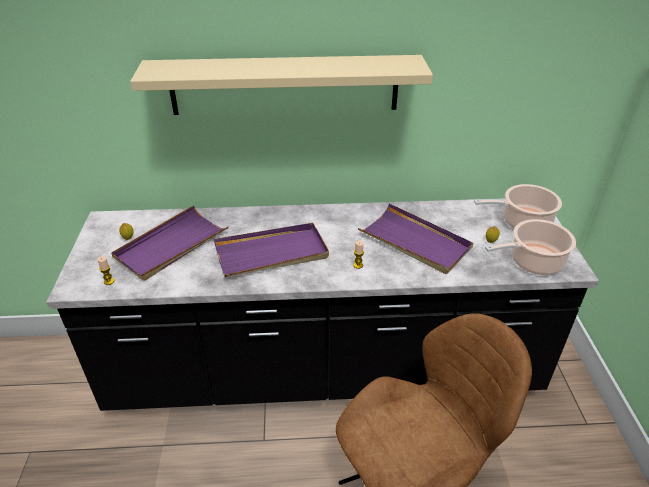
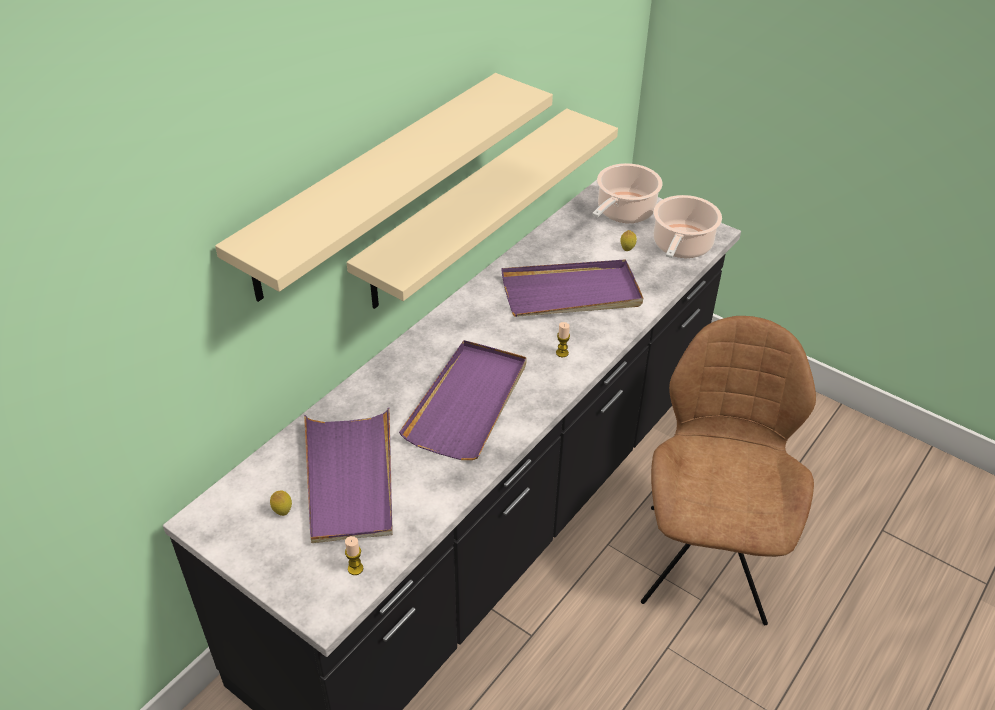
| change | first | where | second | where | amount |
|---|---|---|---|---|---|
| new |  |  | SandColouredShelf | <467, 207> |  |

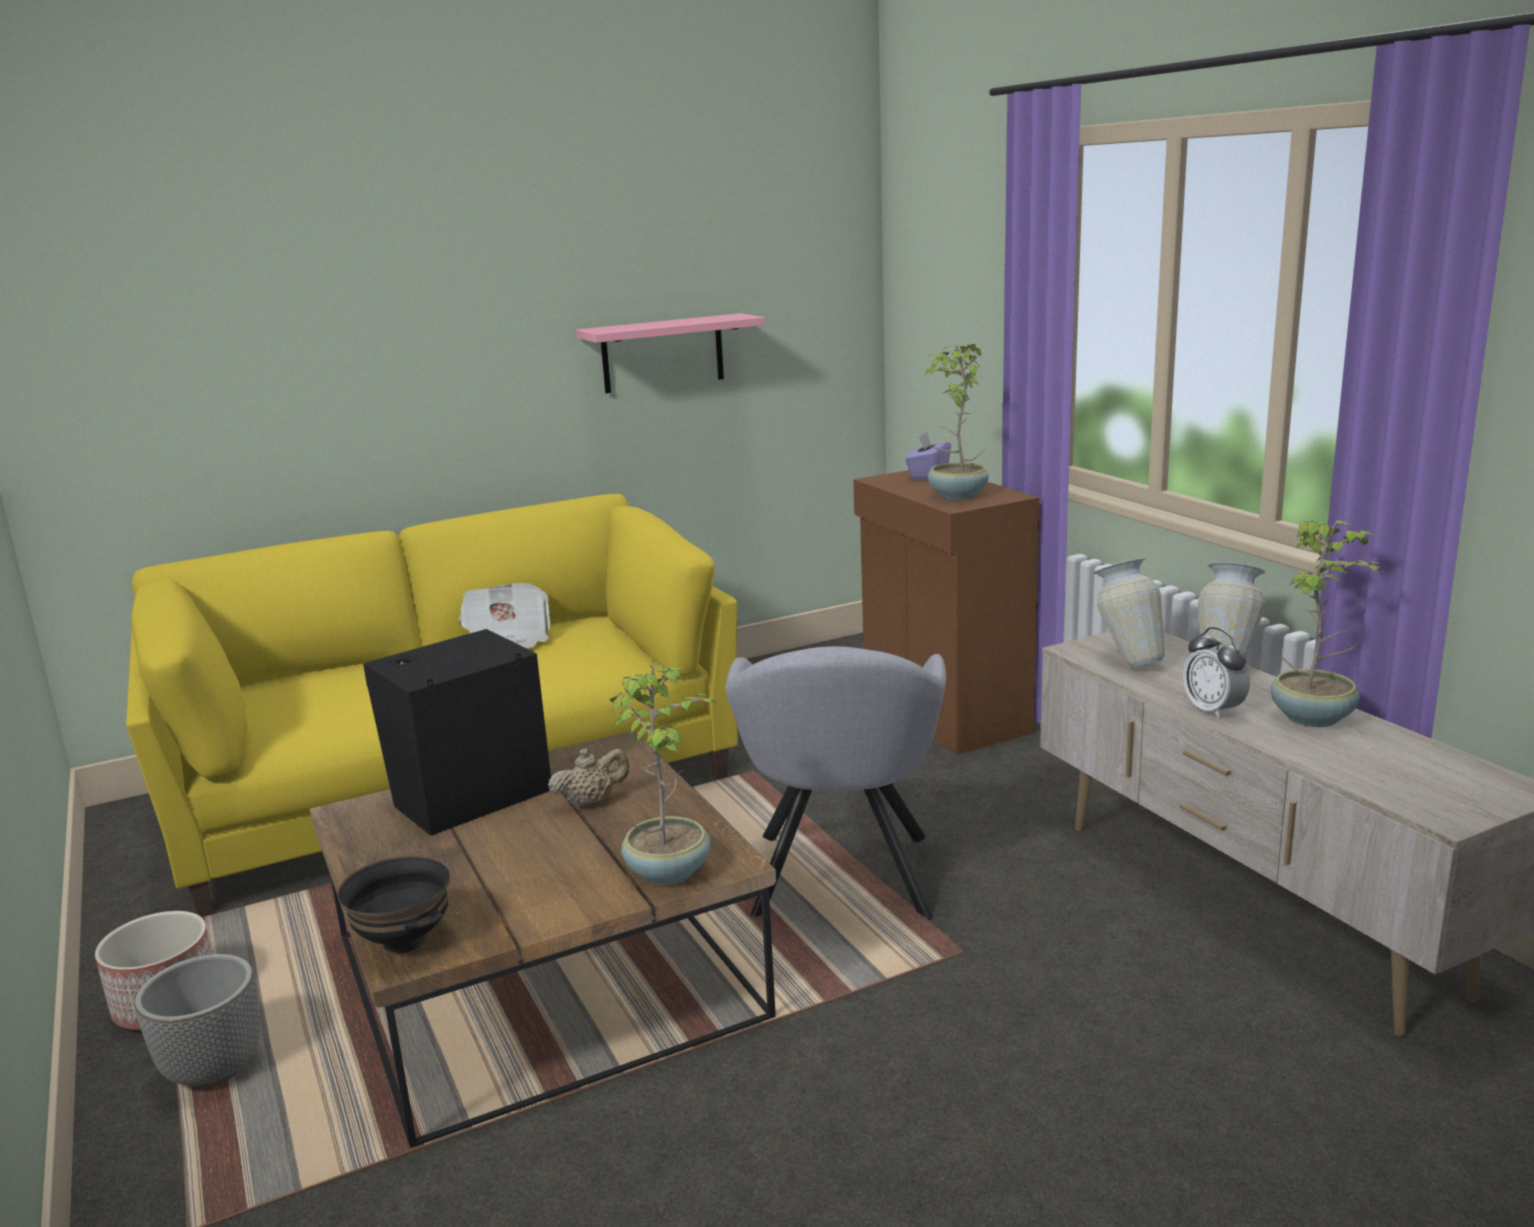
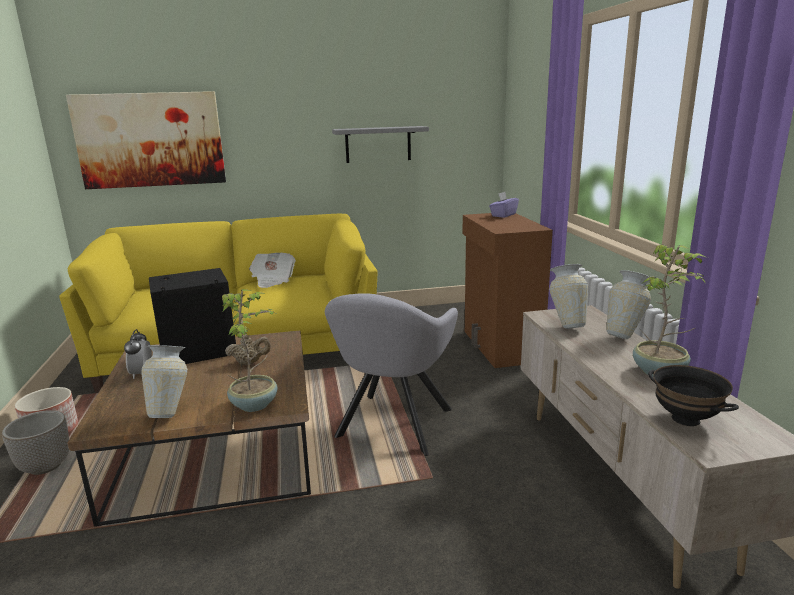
| change | first | where | second | where | amount |
|---|---|---|---|---|---|
| gone | PlantInAPot | <956, 496> |  |  |  |
| new |  |  | WallArt | <150, 140> |  |
| new |  |  | FlowerVase | <172, 411> |  |
| shifted | BlackishServingBowl | <402, 942> |  | <685, 419> |  |
| shifted | BedsideClock | <1213, 710> |  | <142, 374> |  |
| repainted | PinkishShelf | <662, 353> | GreyShelf | <378, 144> |  |

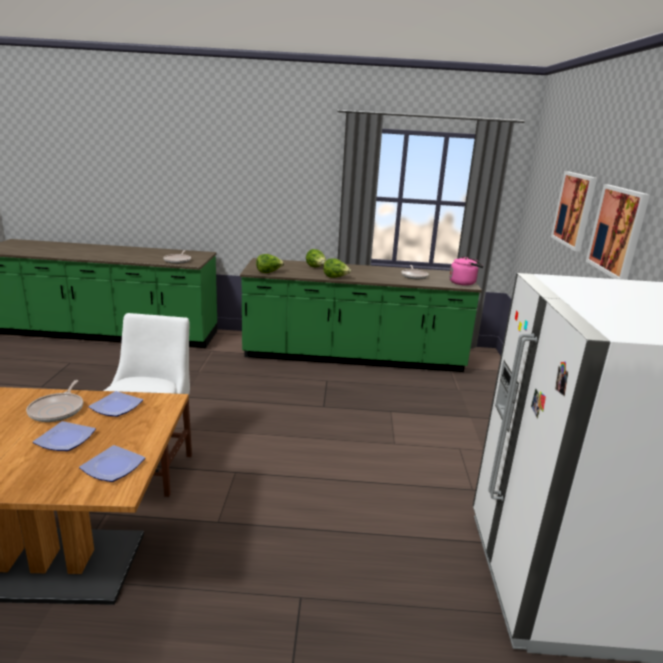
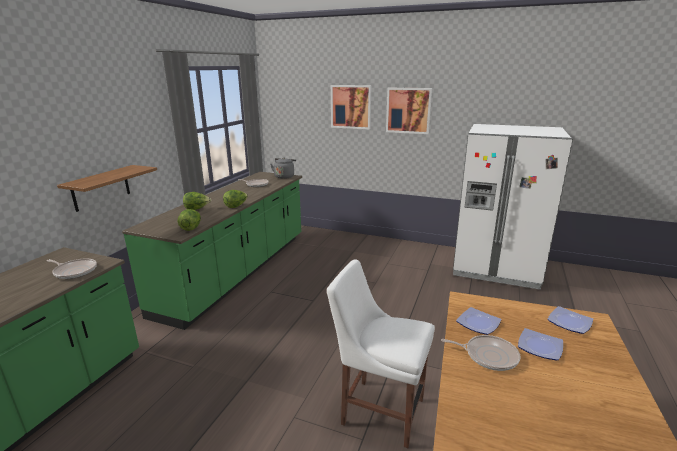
| change | first | where | second | where | amount |
|---|---|---|---|---|---|
| new |  |  | Shelf | <101, 188> |  |
| repainted | PinkishKettle | <464, 283> | GreyKettle | <284, 176> |  |

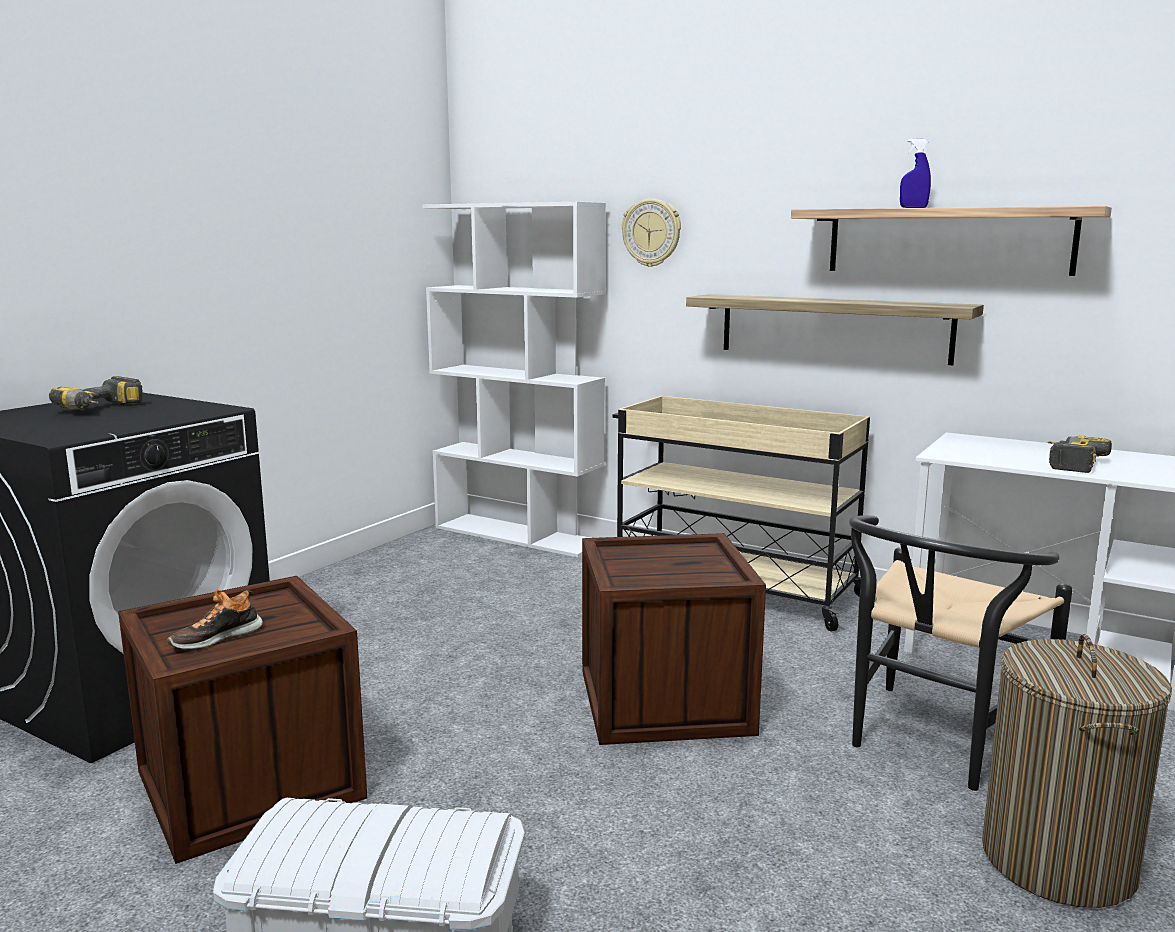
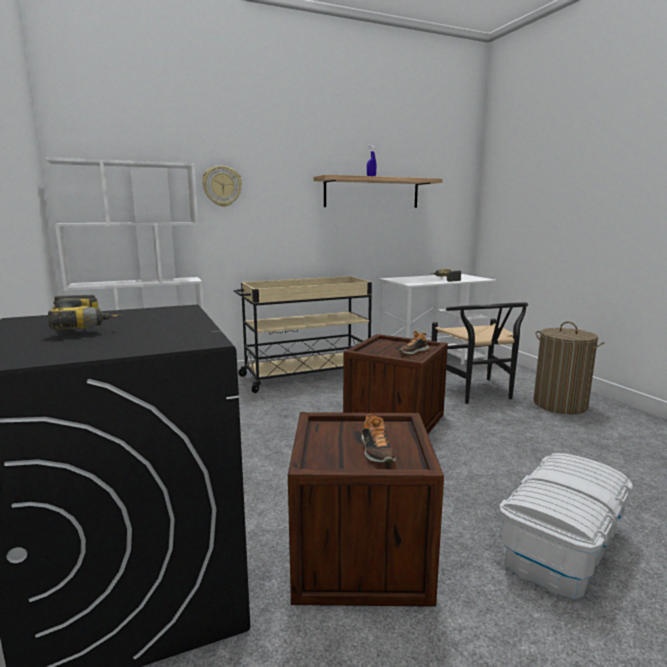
| change | first | where | second | where | amount |
|---|---|---|---|---|---|
| gone | Shelf | <833, 328> |  |  |  |
| new |  |  | LowShoe | <413, 351> |  |

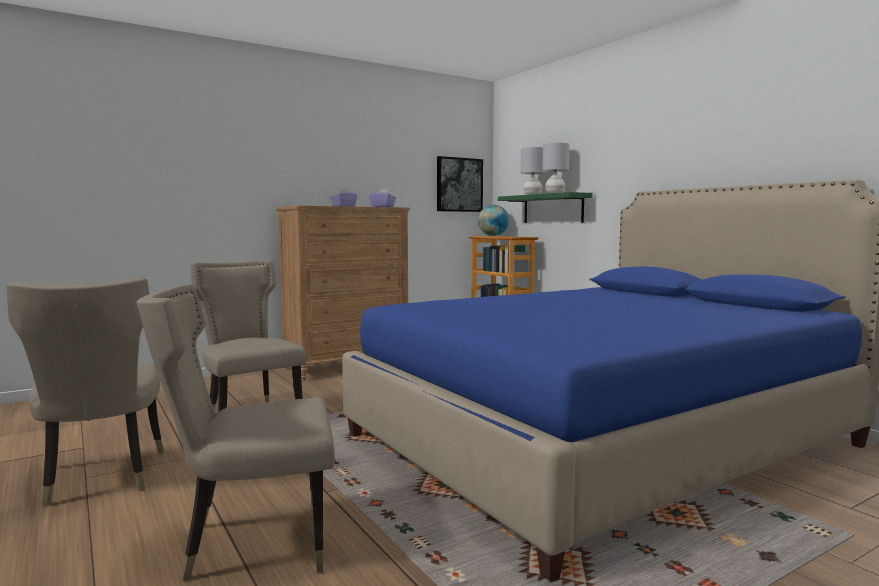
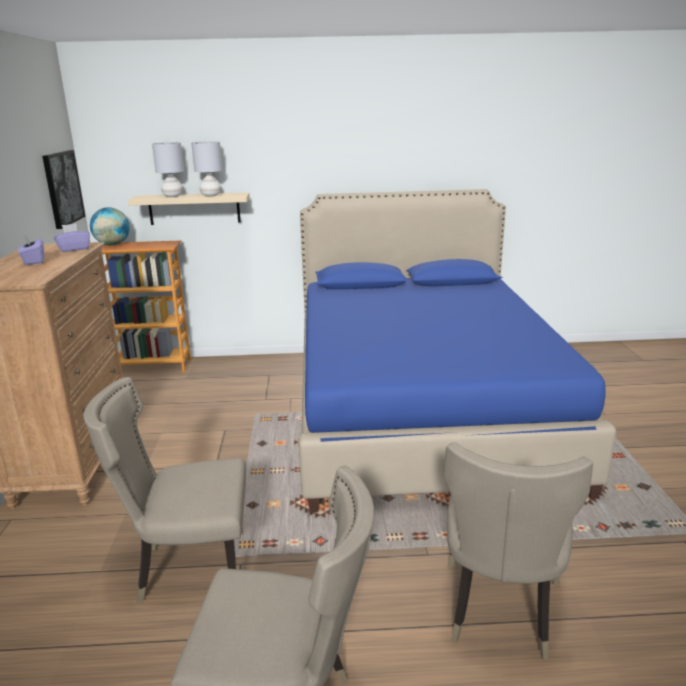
| change | first | where | second | where | amount |
|---|---|---|---|---|---|
| repainted | GreenShelf | <553, 209> | SandColouredShelf | <194, 208> |  |

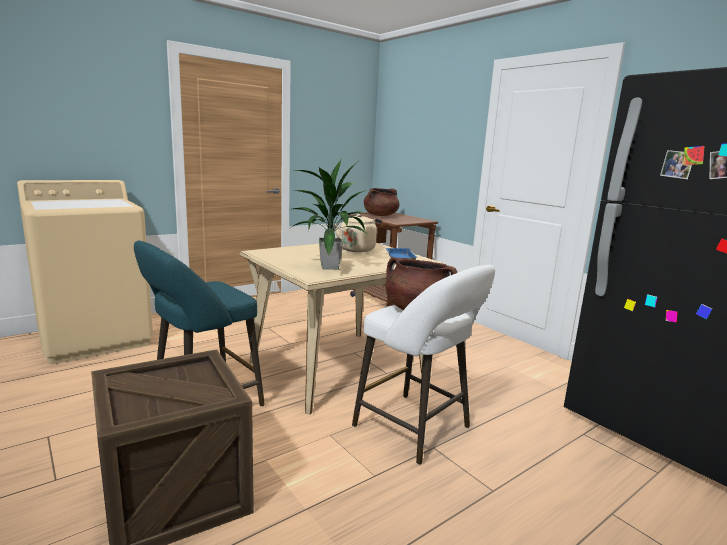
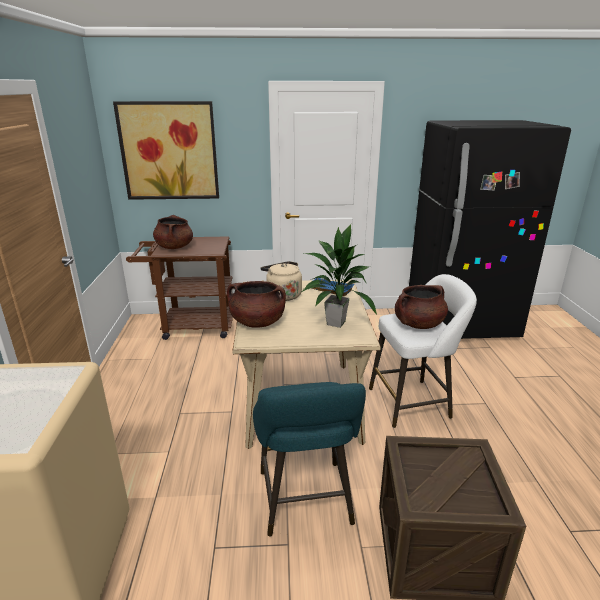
| change | first | where | second | where | amount |
|---|---|---|---|---|---|
| new |  |  | WallArt | <169, 151> |  |
| new |  |  | BrownCookingPot | <257, 322> |  |

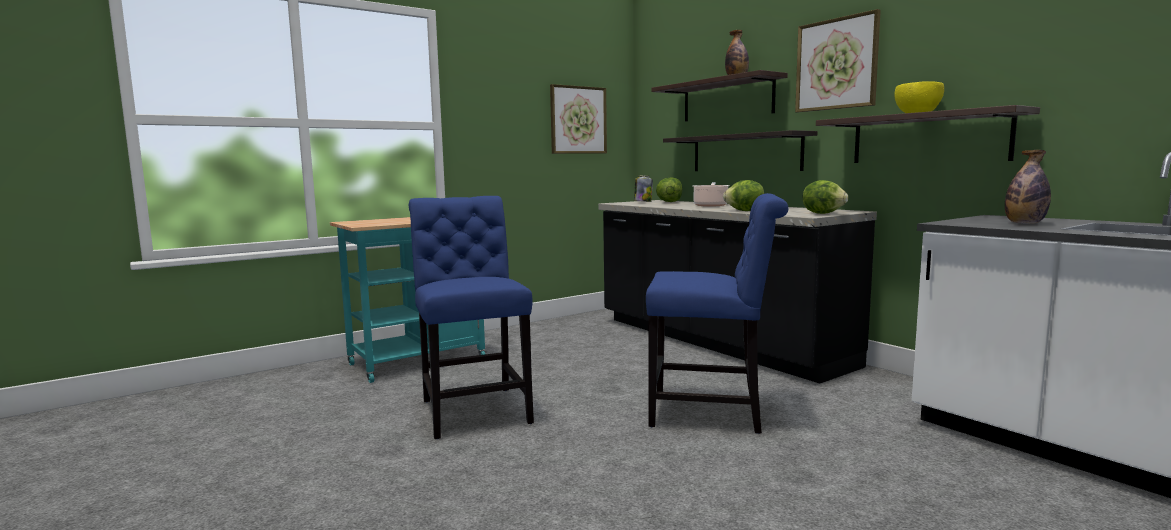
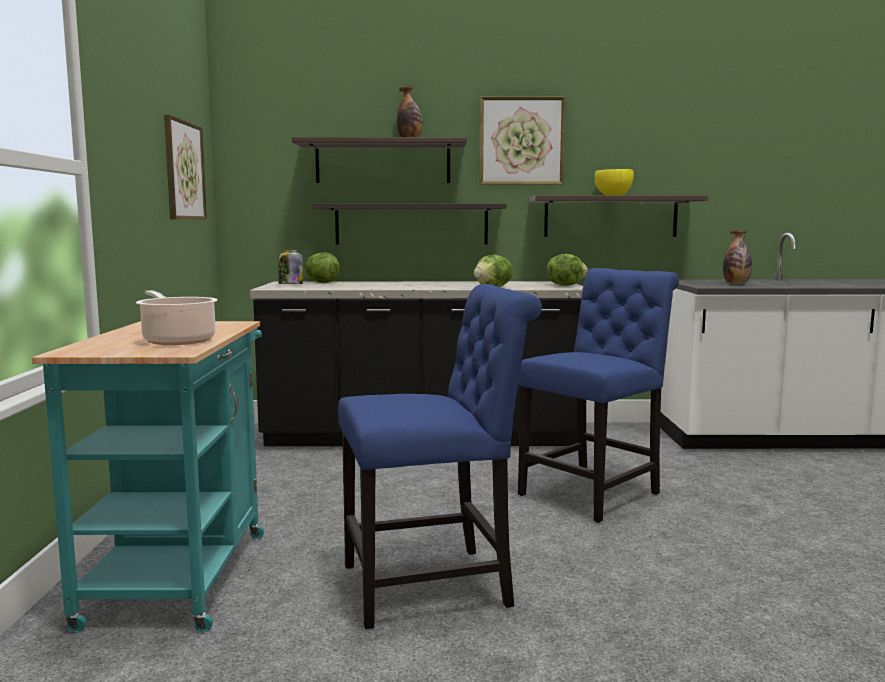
| change | first | where | second | where | amount |
|---|---|---|---|---|---|
| shifted | CookingPot | <710, 205> |  | <177, 340> |  |
| rotated | BlueColouredUprightChair | <474, 409> |  | <435, 585> | 150 degrees clockwise |

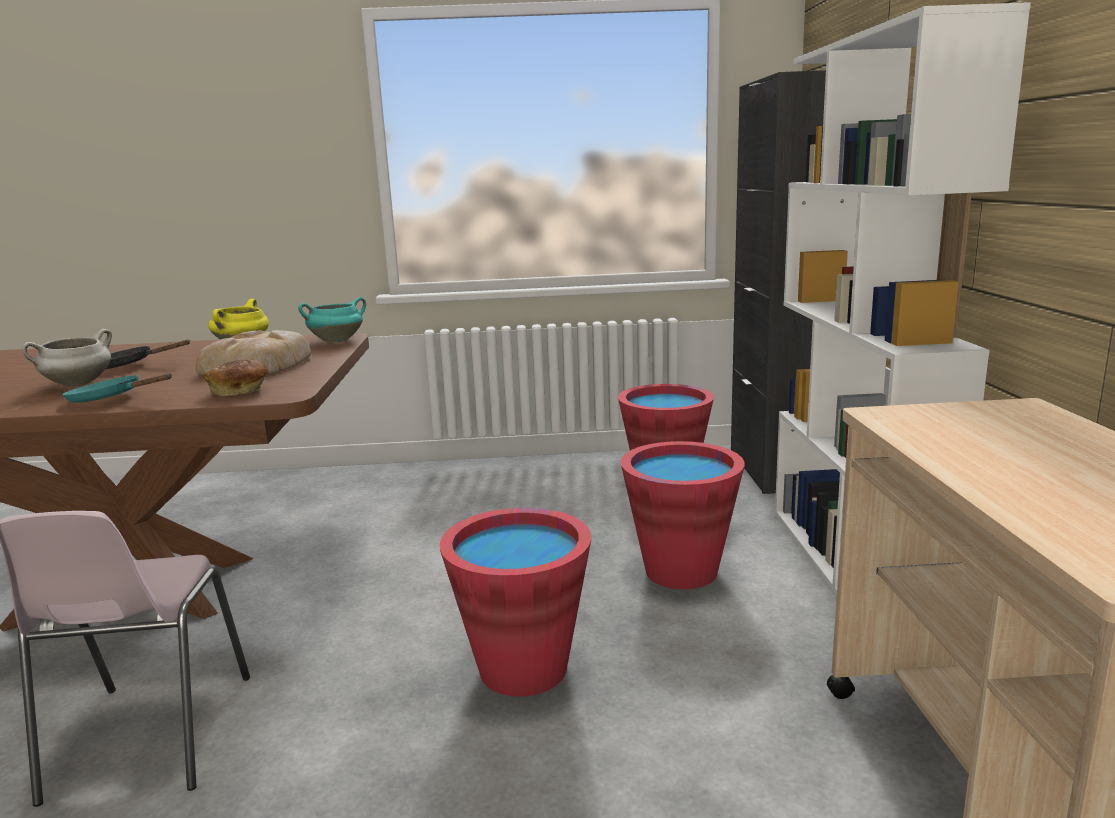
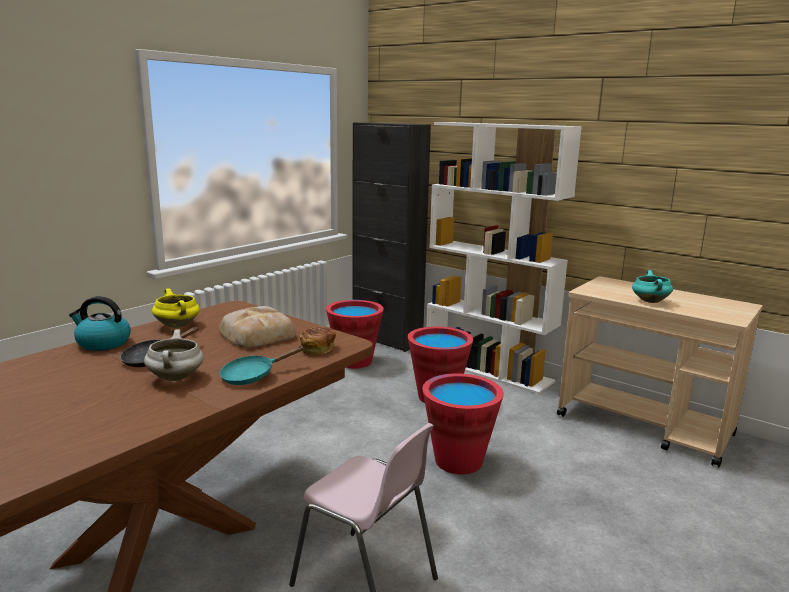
| change | first | where | second | where | amount |
|---|---|---|---|---|---|
| new |  |  | Kettle | <102, 343> |  |
| shifted | TurquoiseCookingPot | <337, 341> |  | <649, 301> |  |

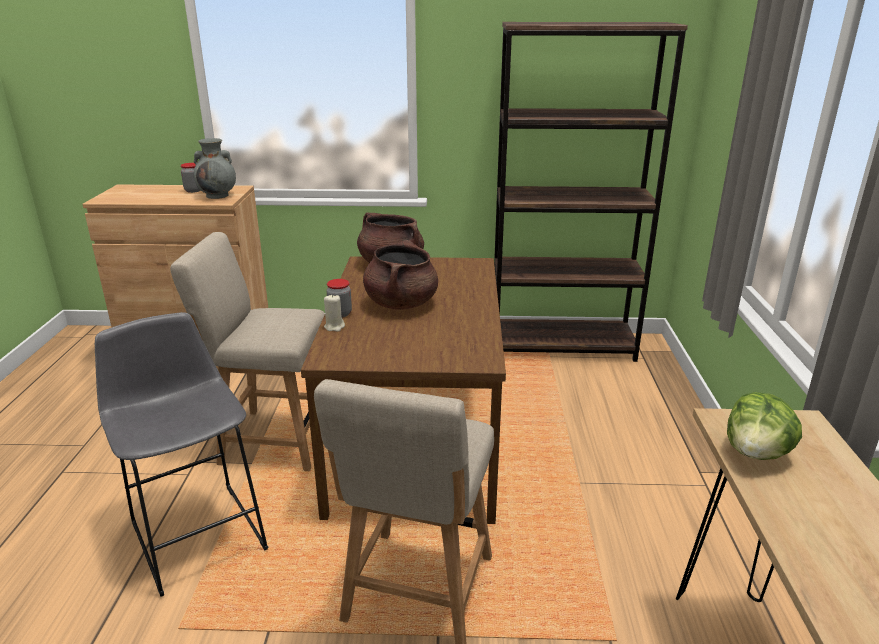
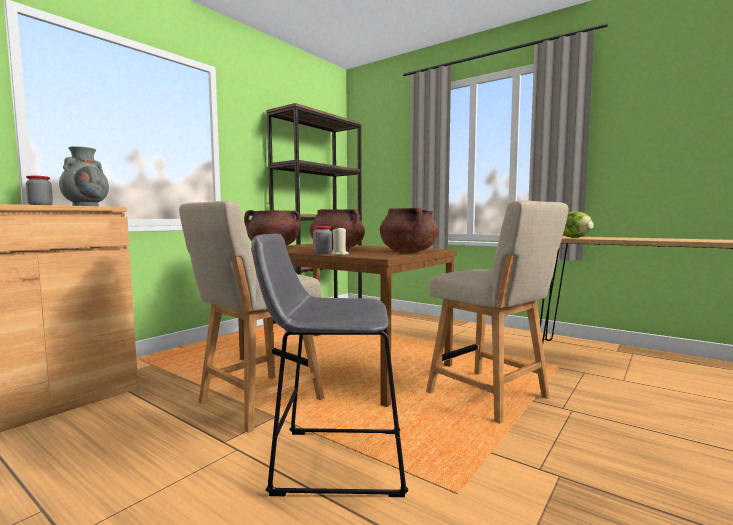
| change | first | where | second | where | amount |
|---|---|---|---|---|---|
| new |  |  | BrownCookingPot | <408, 252> |  |

